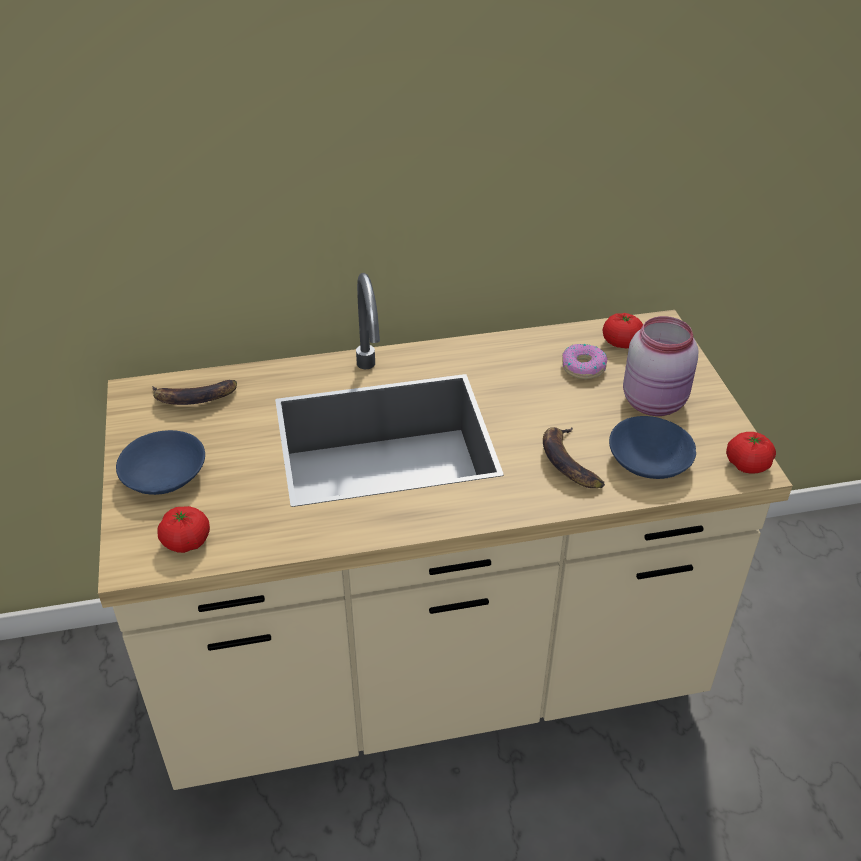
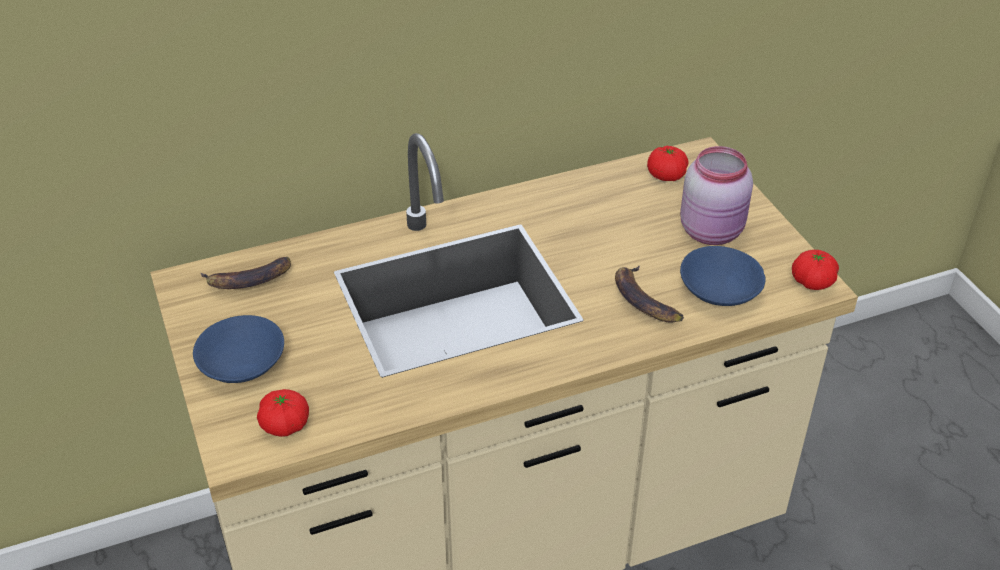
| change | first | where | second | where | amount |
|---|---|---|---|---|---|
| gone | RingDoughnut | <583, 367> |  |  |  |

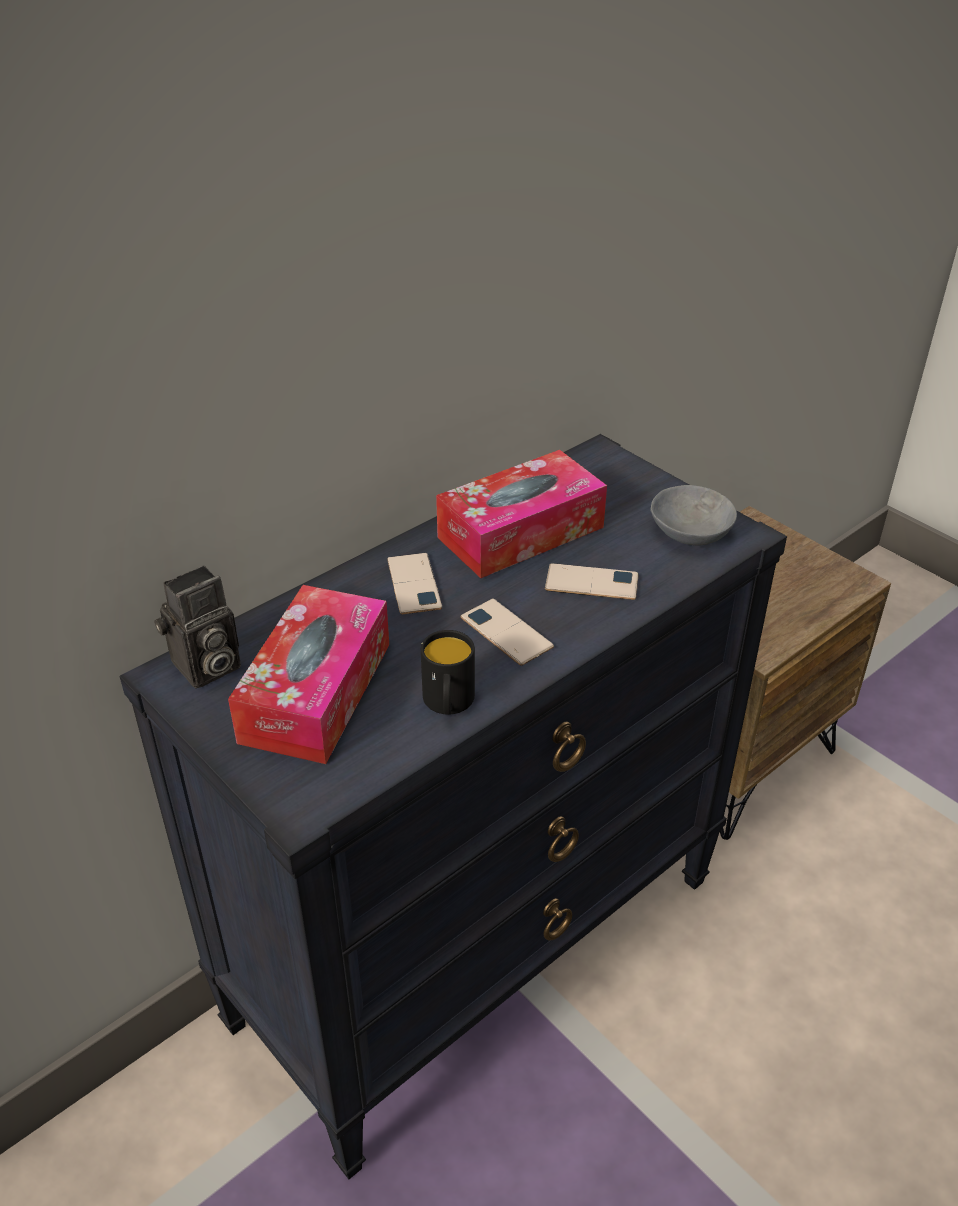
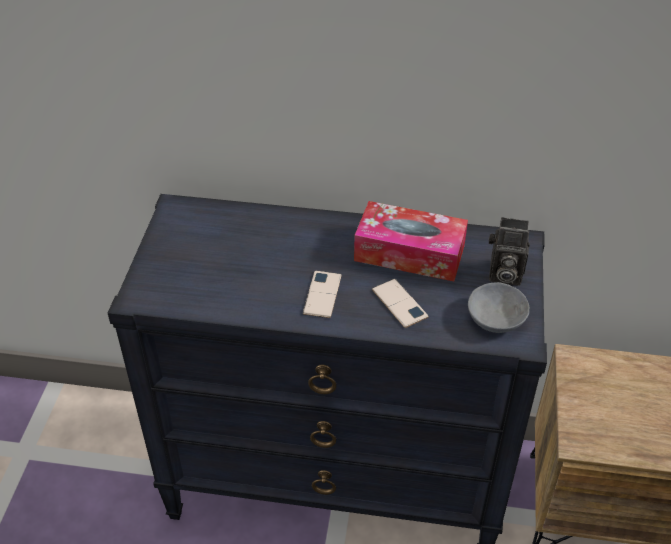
| change | first | where | second | where | amount |
|---|---|---|---|---|---|
| gone | TissueBox | <316, 692> |  |  |  |
| gone | Telephone | <414, 584> |  |  |  |
| gone | BlackishCoffeeMug | <448, 704> |  |  |  |
| shifted | StillCamera | <205, 668> |  | <503, 274> |  |

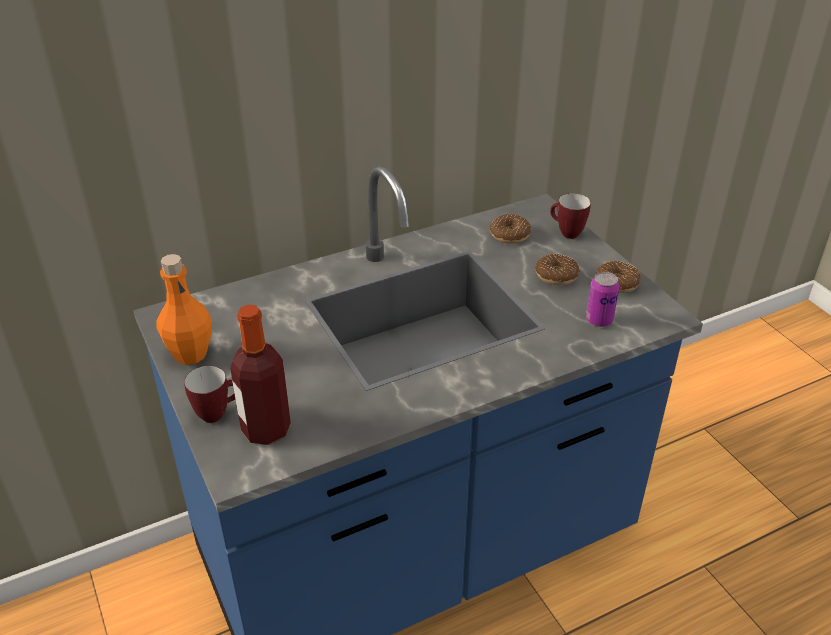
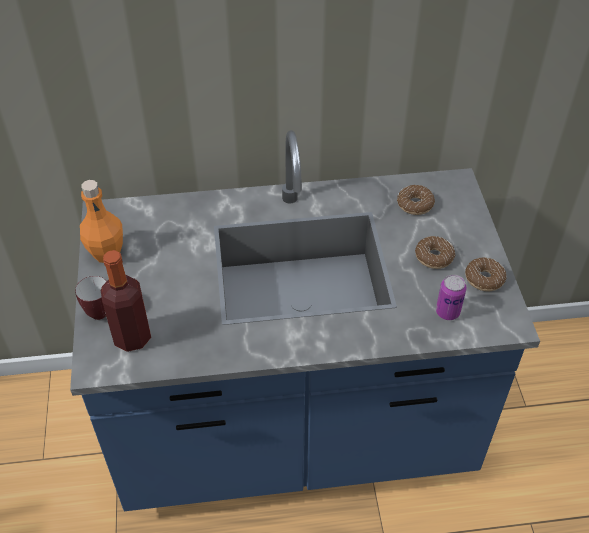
| change | first | where | second | where | amount |
|---|---|---|---|---|---|
| gone | CoffeeMug | <566, 233> |  |  |  |

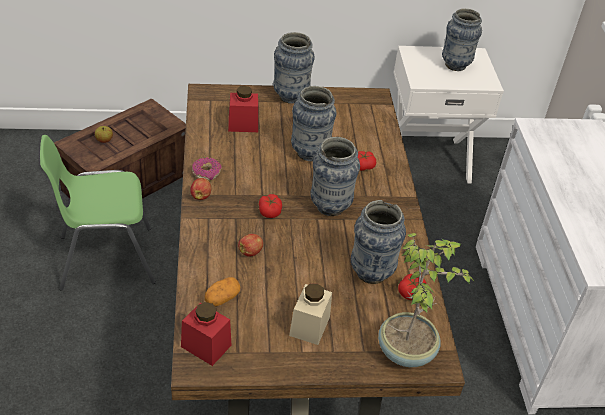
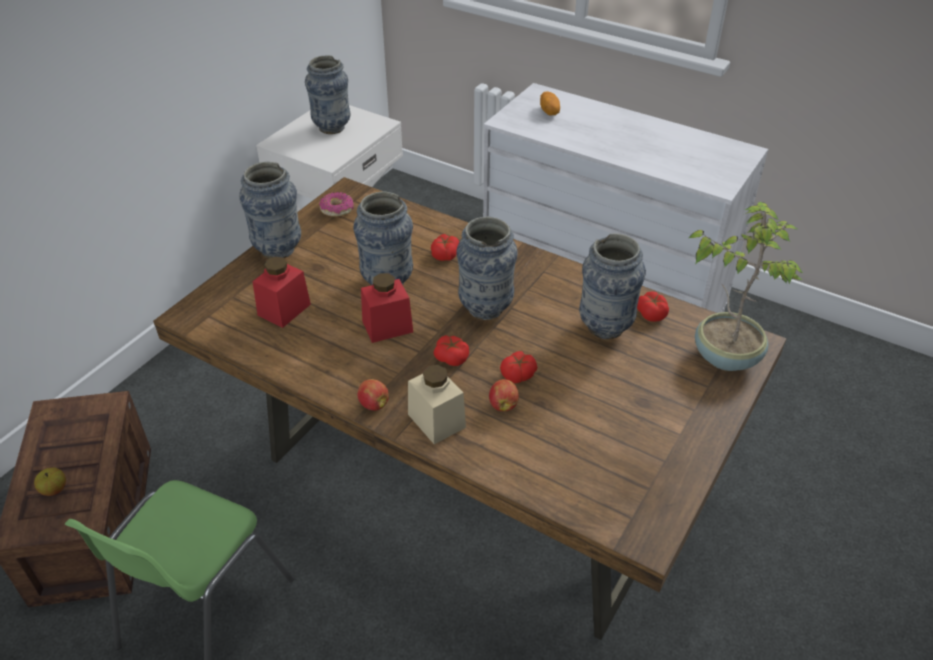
| change | first | where | second | where | amount |
|---|---|---|---|---|---|
| new |  |  | FreshTomato | <518, 374> |  |
| shifted | RedPreserveJar | <206, 346> |  | <387, 326> |  |
| shifted | RingDoughnut | <206, 172> |  | <337, 209> |  |
| shifted | Spud | <222, 298> |  | <549, 111> |  |
| shifted | SandColouredPreserveJar | <309, 326> |  | <436, 421> |  |

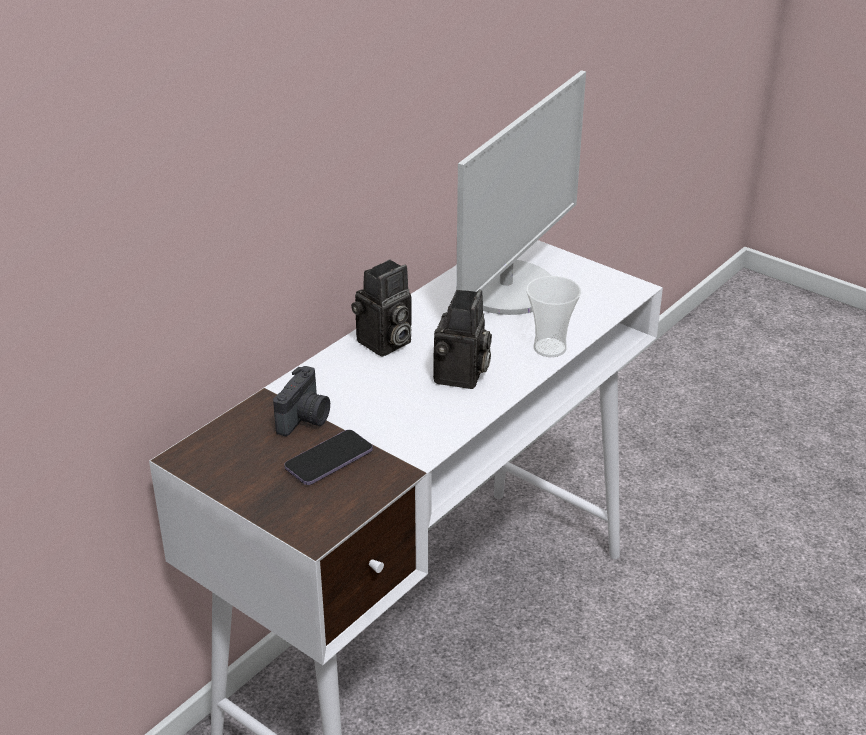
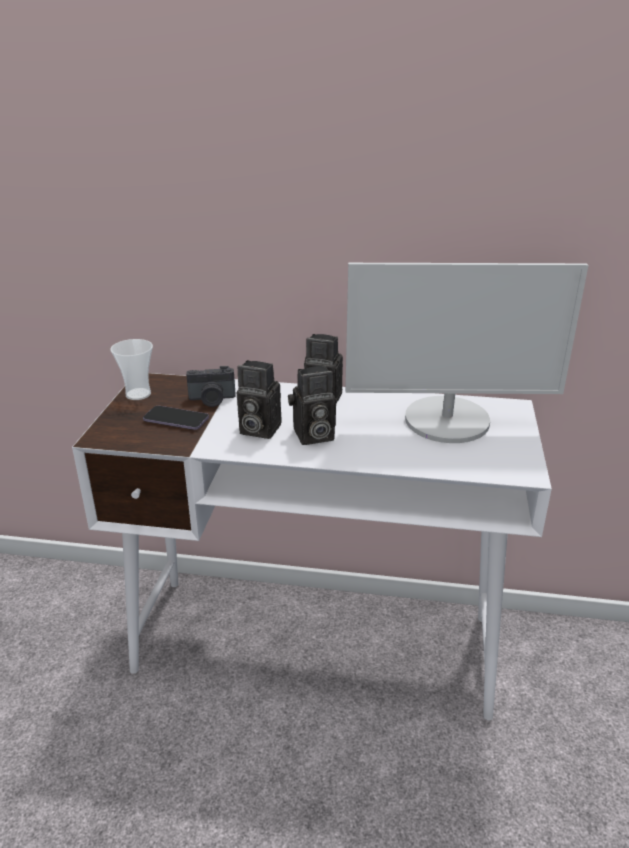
| change | first | where | second | where | amount |
|---|---|---|---|---|---|
| new |  |  | StillCamera | <257, 429> |  |
| shifted | DrinkingCup | <550, 348> |  | <138, 394> |  |

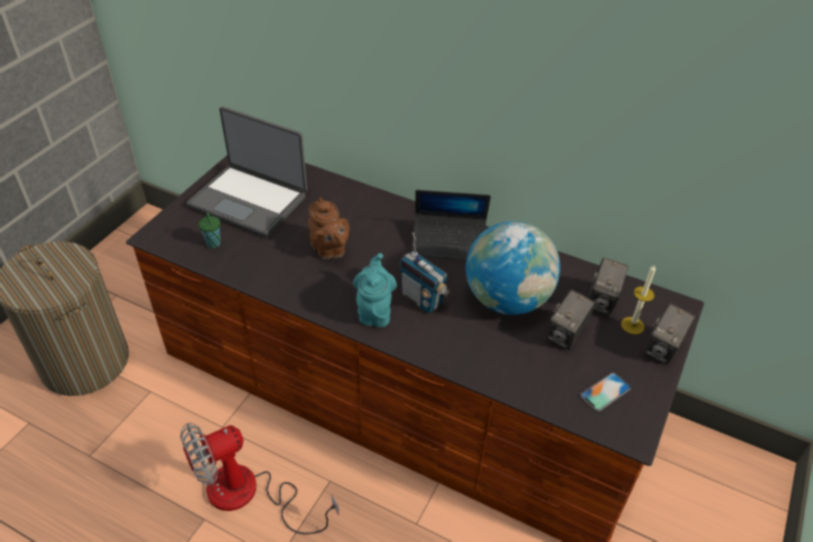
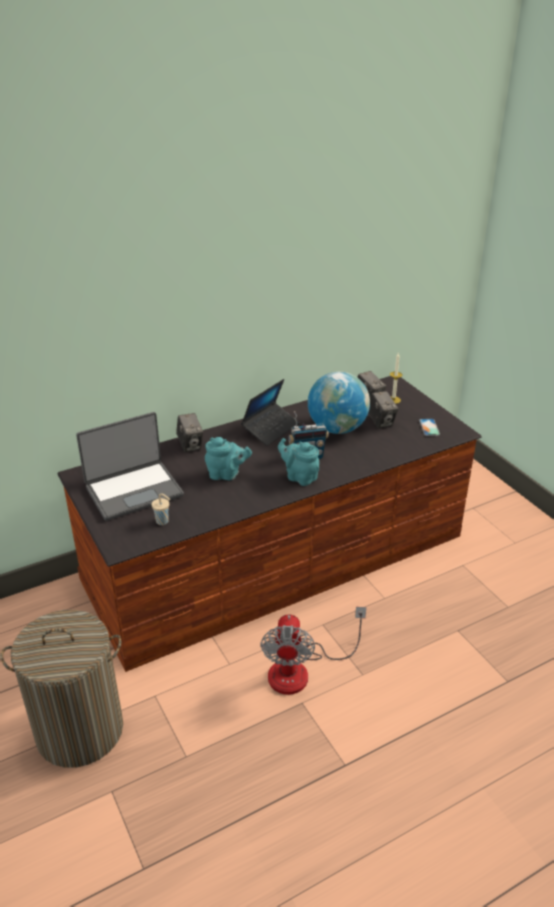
| change | first | where | second | where | amount |
|---|---|---|---|---|---|
| shifted | StillCamera | <662, 349> |  | <190, 445> |  |
| repainted | GreenDrinkingCup | <214, 244> | SandColouredDrinkingCup | <163, 521> |  |
| repainted | BrownTeapot | <329, 250> | TurquoiseTeapot | <226, 475> |  |

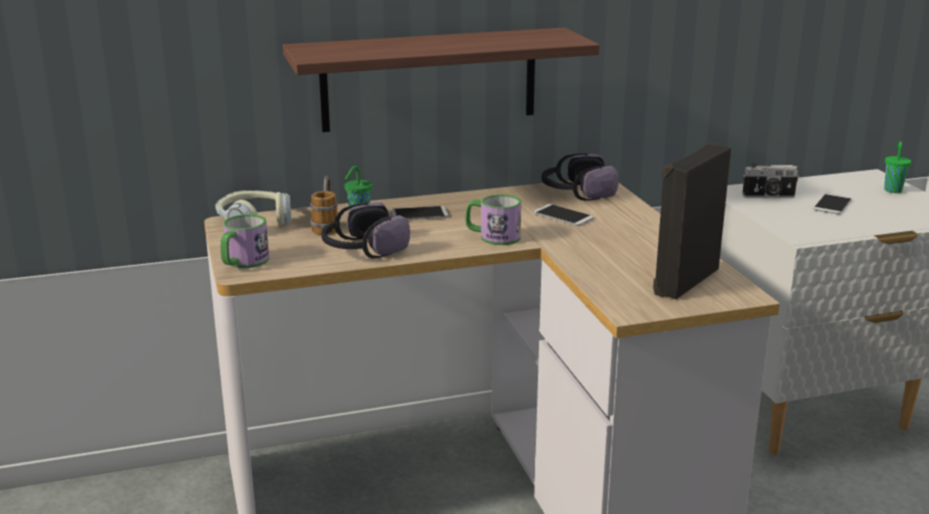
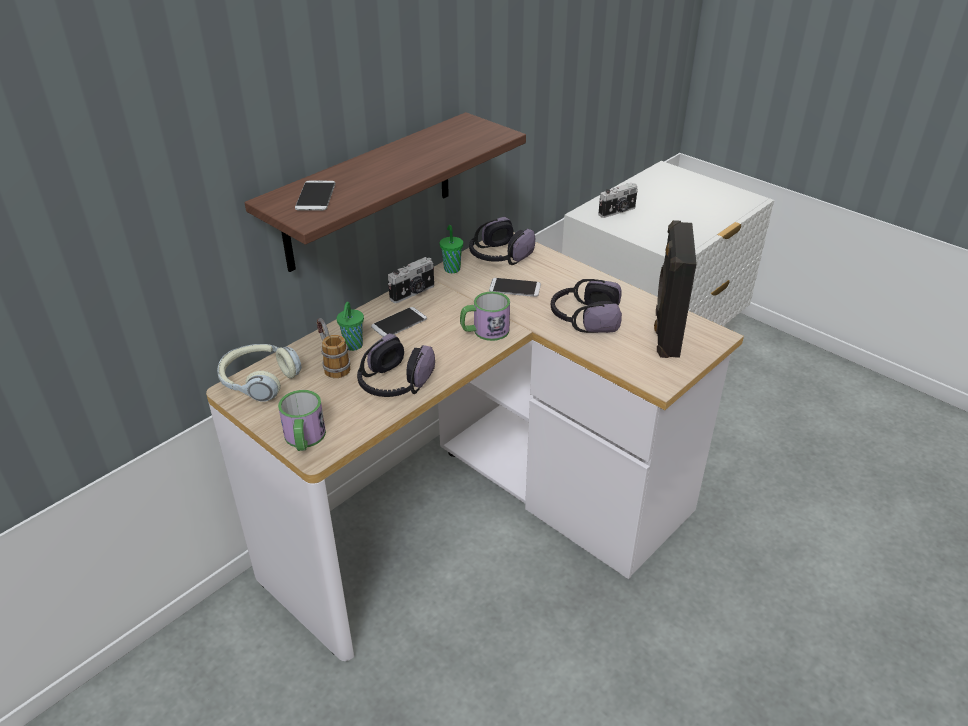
| change | first | where | second | where | amount |
|---|---|---|---|---|---|
| new |  |  | StillCamera | <413, 293> |  |
| new |  |  | Headphones | <584, 318> |  |
| shifted | Telephone | <832, 205> |  | <315, 196> |  |
| shifted | GreenDrinkingCup | <892, 190> |  | <451, 268> |  |

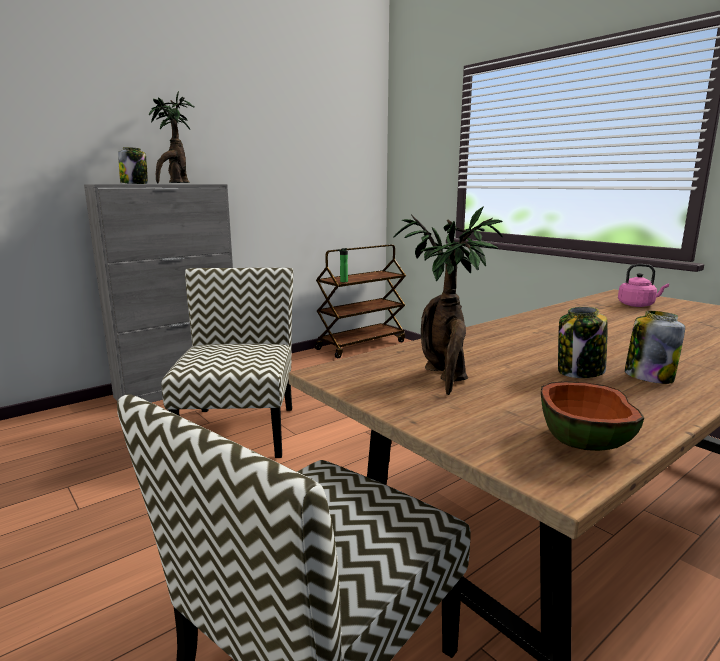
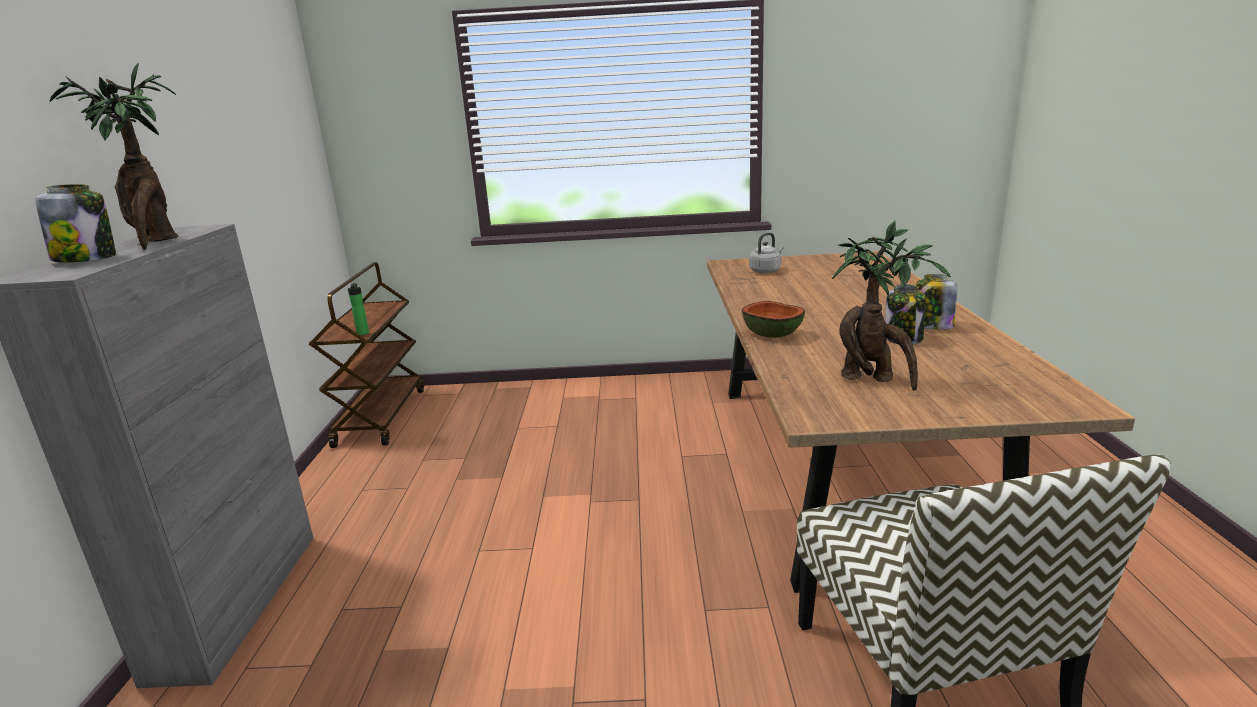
| change | first | where | second | where | amount |
|---|---|---|---|---|---|
| gone | UprightChair | <238, 430> |  |  |  |
| shifted | ServingBowl | <585, 441> |  | <773, 334> |  |
| repainted | PinkishKettle | <637, 305> | GreyKettle | <766, 271> |  |

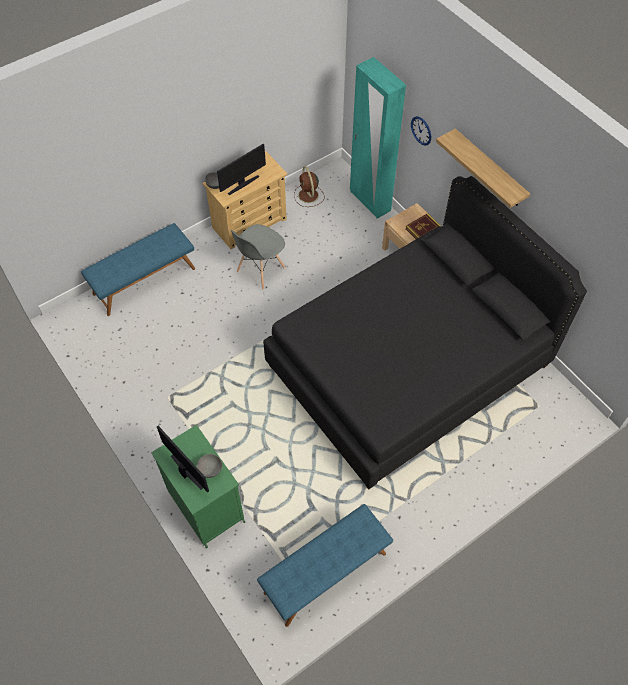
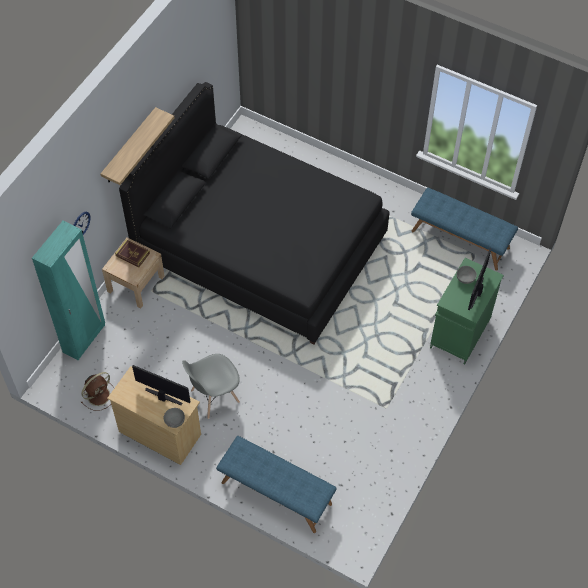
| change | first | where | second | where | amount |
|---|---|---|---|---|---|
| rotated | GreyUprightChair | <260, 270> |  | <214, 397> | 135 degrees clockwise |

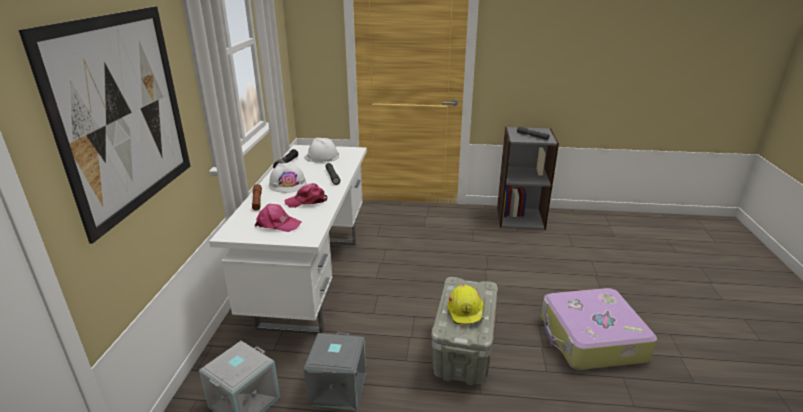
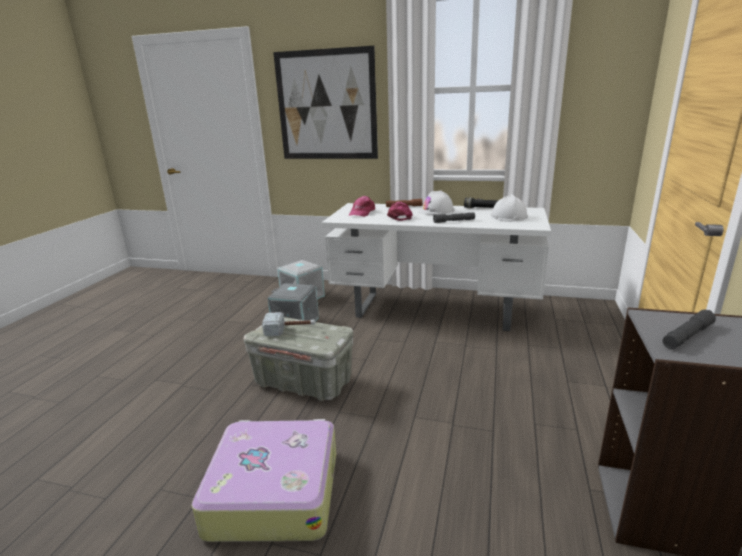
| change | first | where | second | where | amount |
|---|---|---|---|---|---|
| swapped | YellowishWorkHelmet | <466, 311> | HandHammer | <290, 330> |  |

